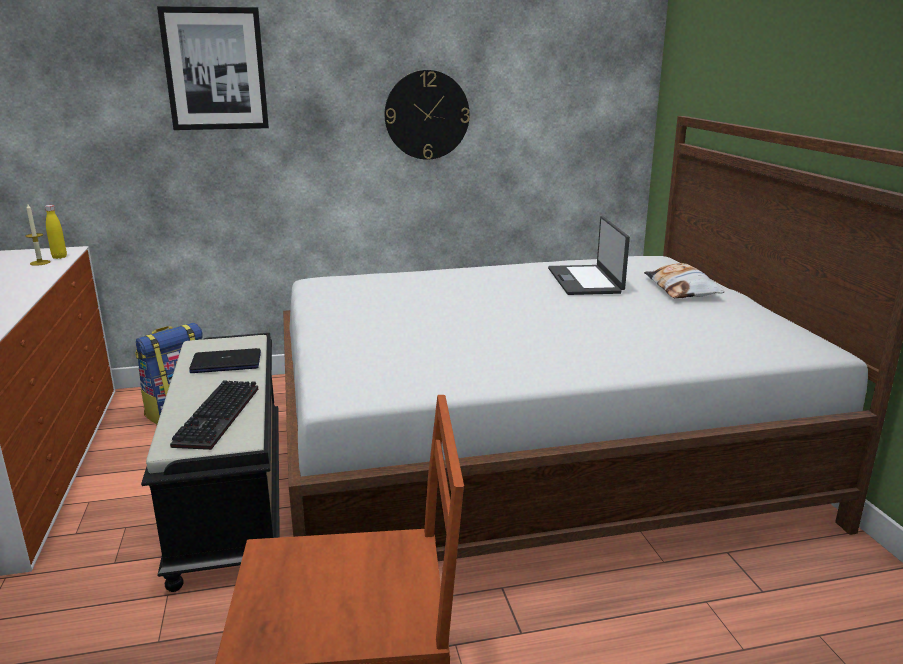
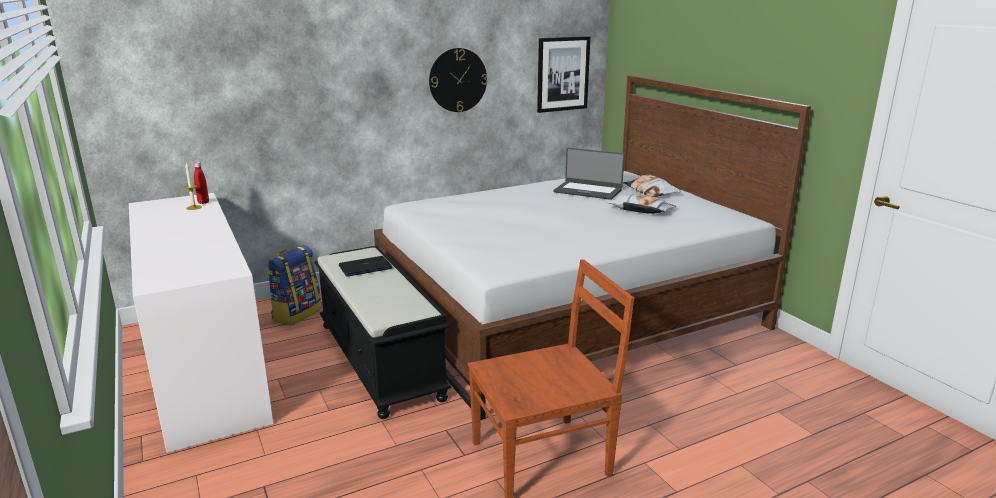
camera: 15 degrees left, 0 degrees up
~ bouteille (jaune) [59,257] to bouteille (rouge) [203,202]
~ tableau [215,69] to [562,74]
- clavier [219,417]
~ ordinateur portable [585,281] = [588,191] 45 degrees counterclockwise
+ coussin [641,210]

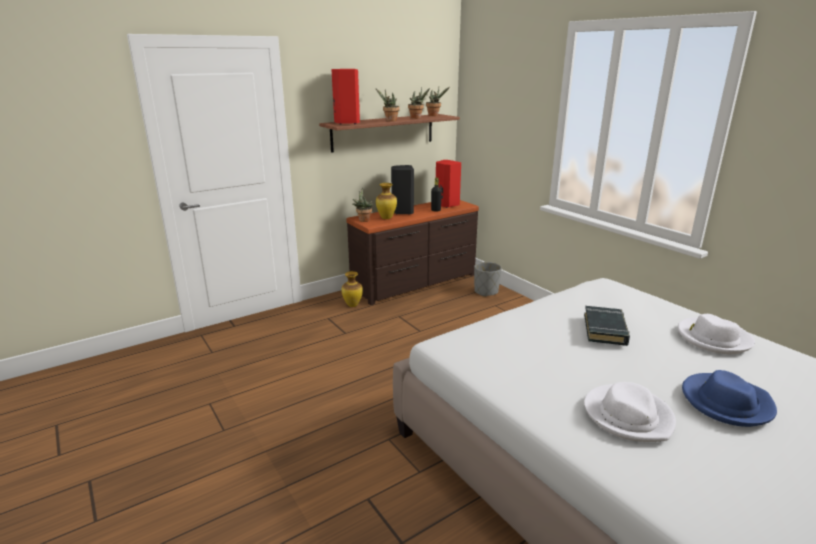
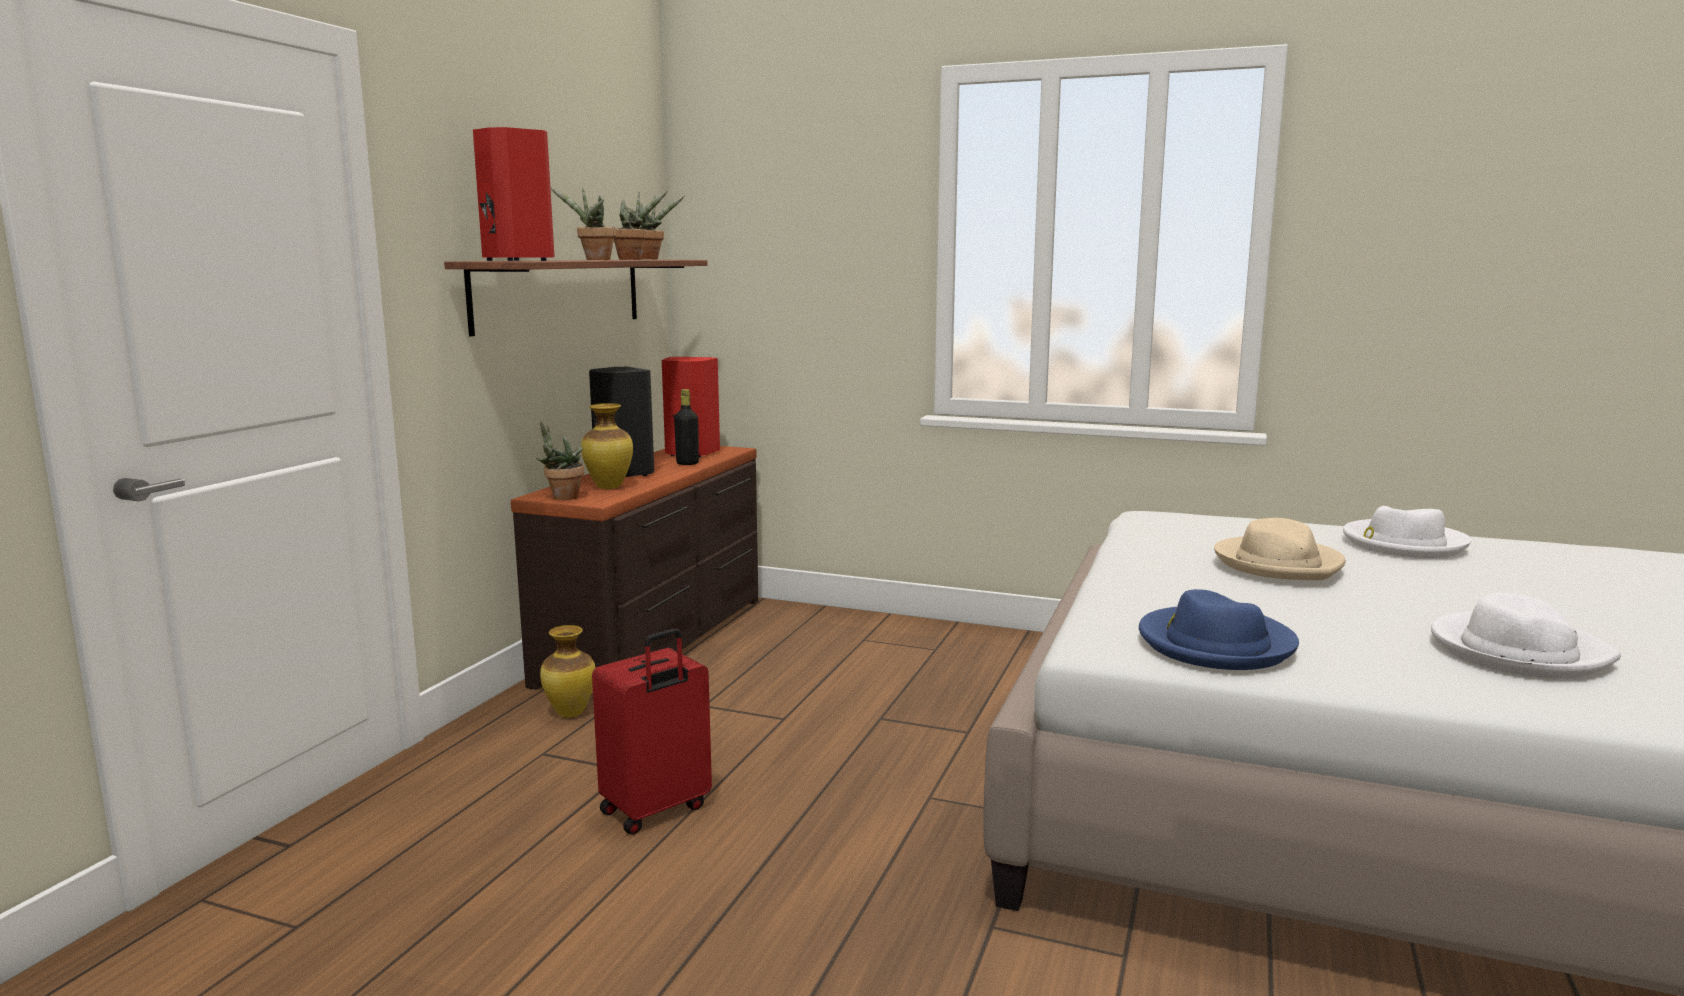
camera: 35 degrees left, 10 degrees down
- cache-pot (gris) [486,292]
~ livre (noir) [605,329] to chapeau (beige) [1278,563]
~ chapeau (bleu) [726,402] to [1215,644]
+ valise (rouge) [656,810]

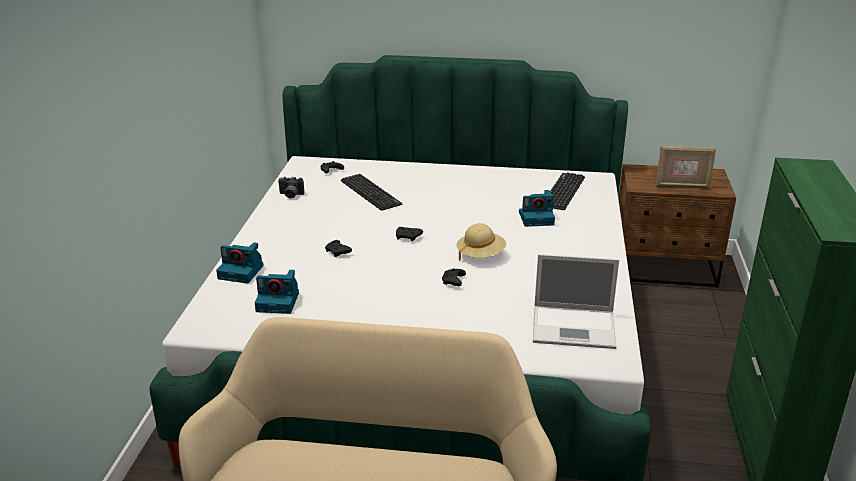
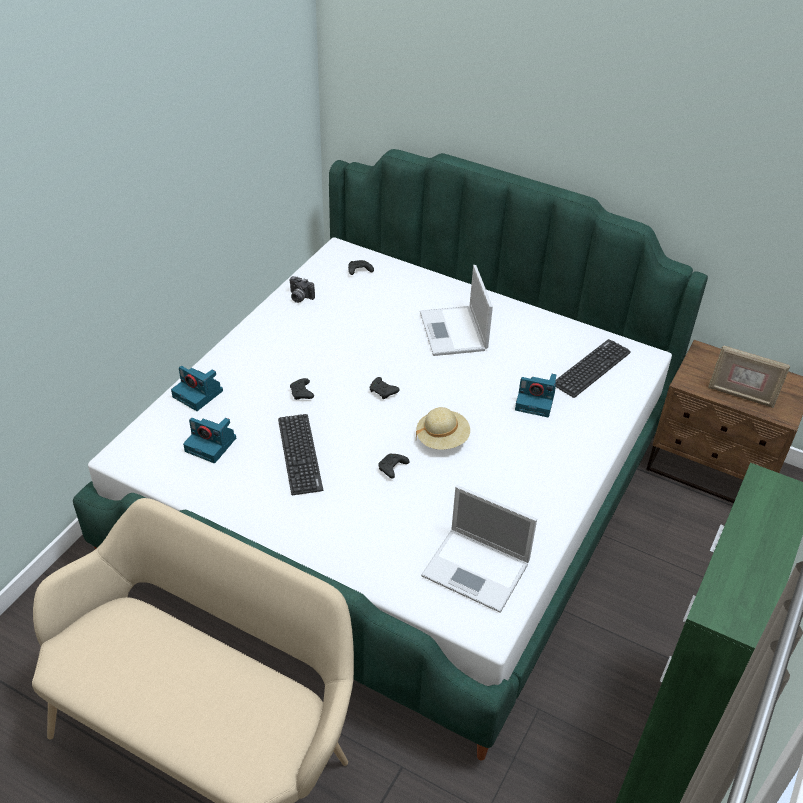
camera: 20 degrees right, 15 degrees up
~ clavier [370,193] to [300,454]
+ ordinateur portable [454,332]

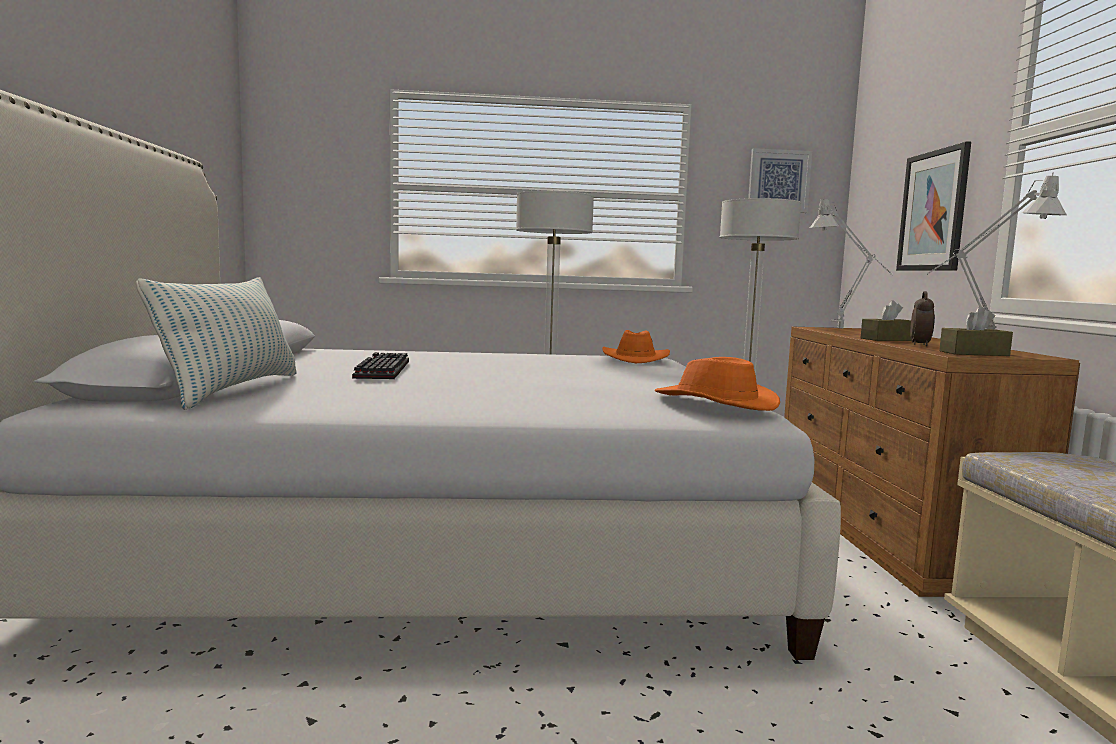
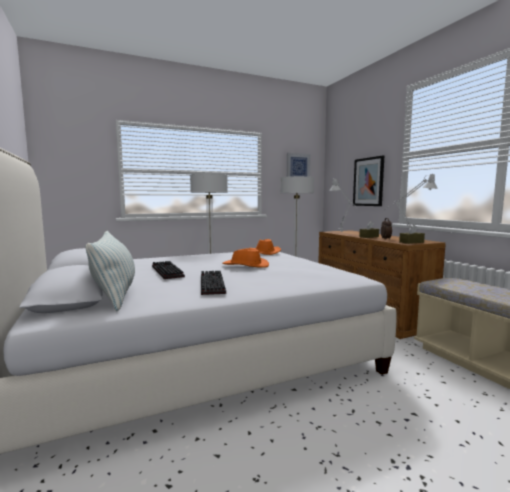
camera: 20 degrees left, 0 degrees up
~ chapeau (orange) [715,402] to [245,265]
+ clavier [210,284]

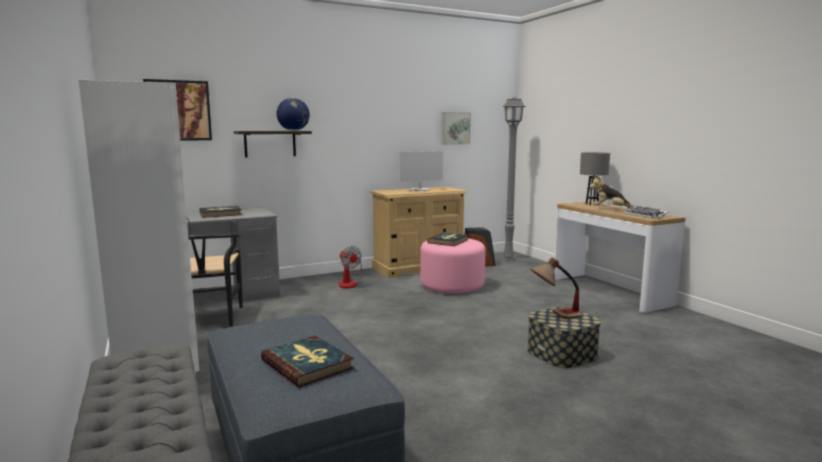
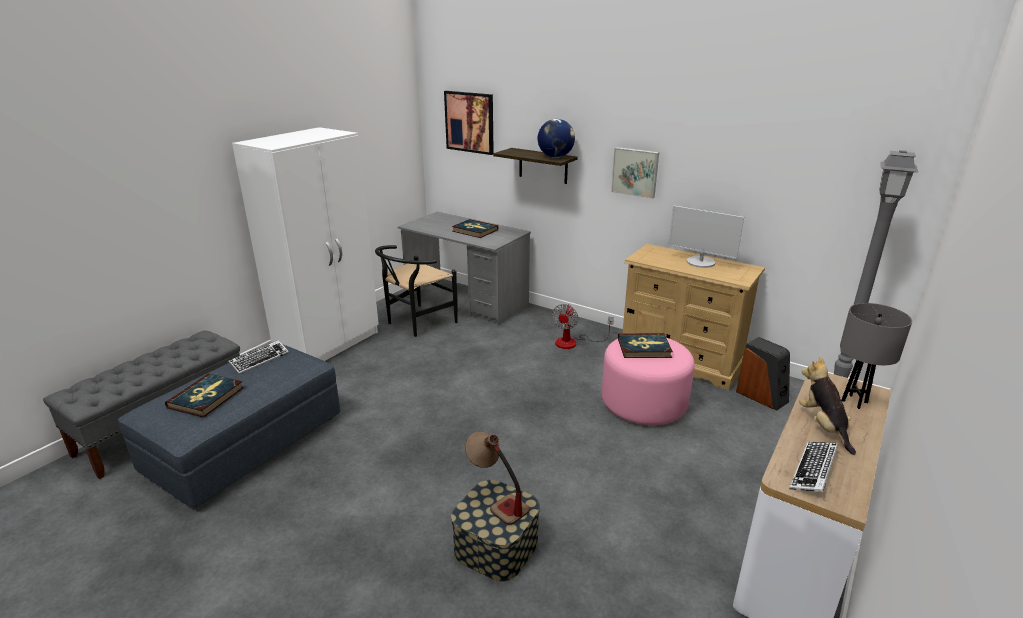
camera: 60 degrees right, 15 degrees up
~ tableau [455,128] to [635,172]
+ clavier [259,360]

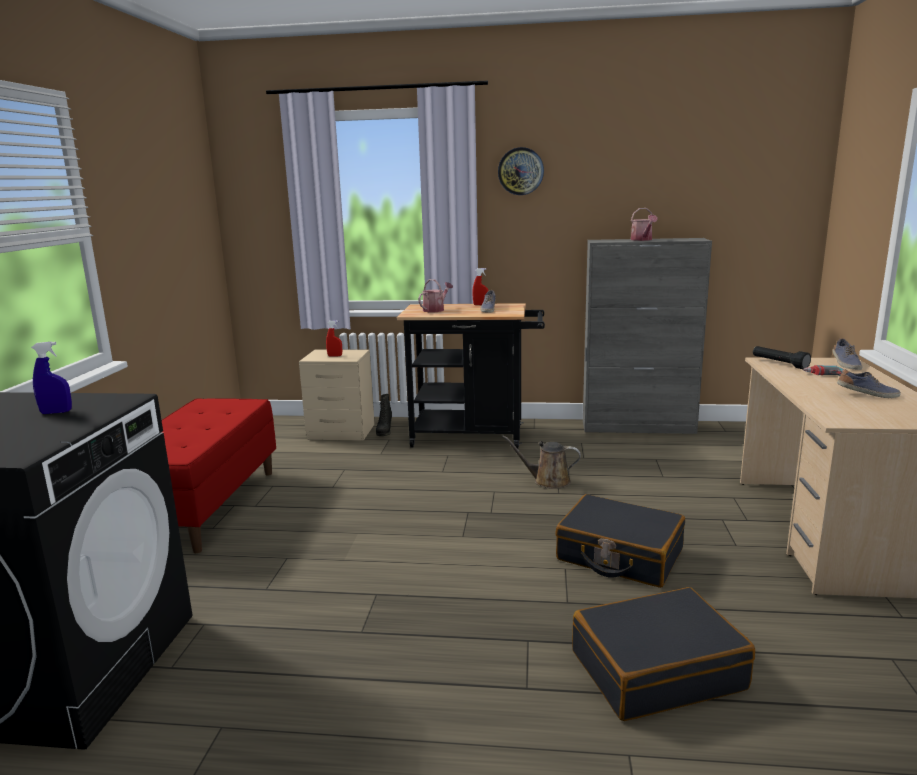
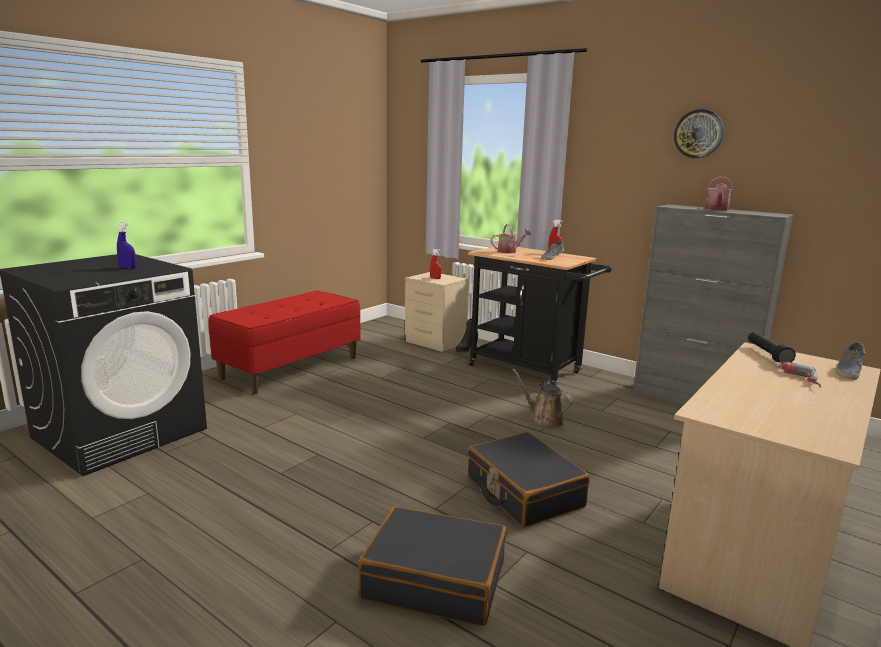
camera: 30 degrees right, 0 degrees up
~ horloge murale [520,171] to [698,134]
- chaussure [867,395]

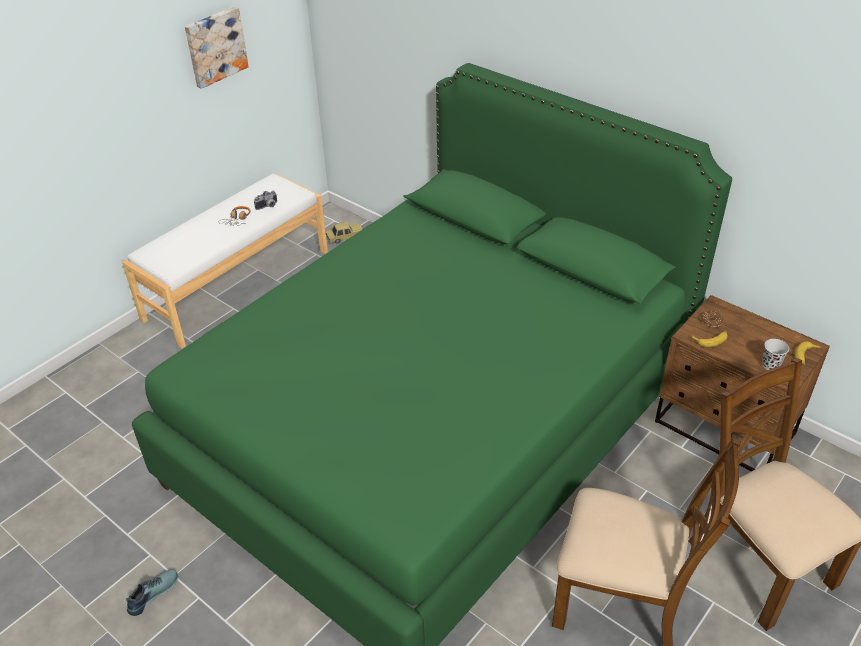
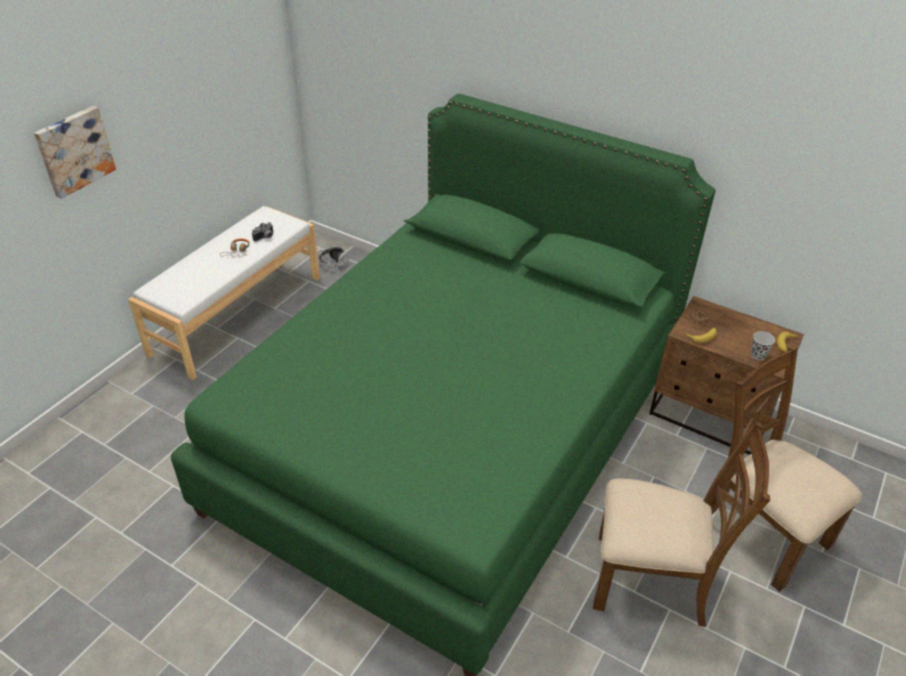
camera: 10 degrees left, 0 degrees up
- chaussure [152,593]
~ tableau [215,46] to [74,150]
~ petite voiture [344,237] to casque audio [333,263]

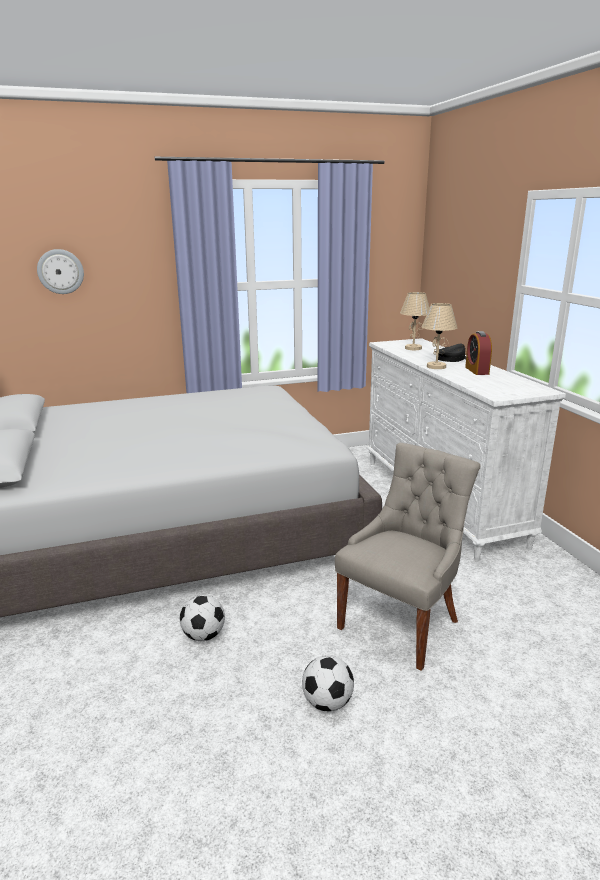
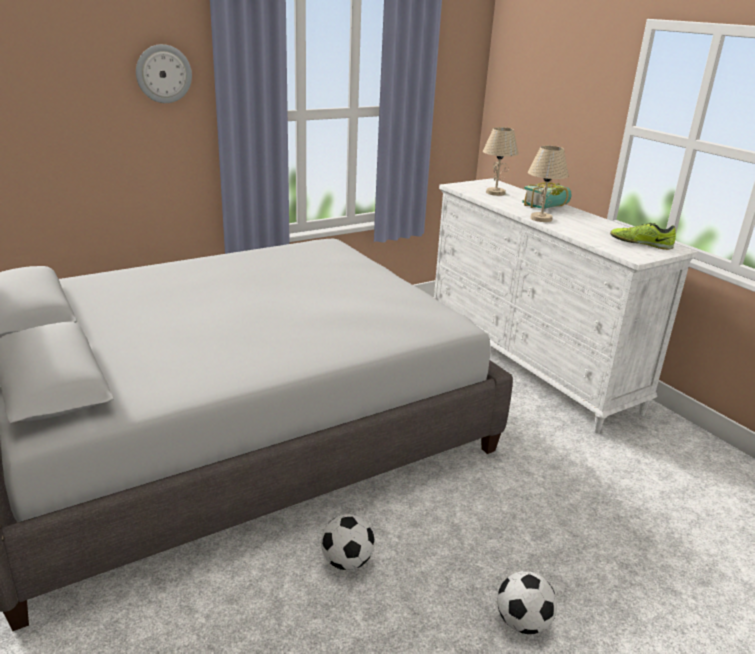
camera: 15 degrees left, 5 degrees up
~ horloge murale [60,271] to [163,74]
- chaise (gris) [401,623]
~ casquette (noir) [452,358] to livre [549,207]
- réveil [477,370]
+ chaussure [640,244]

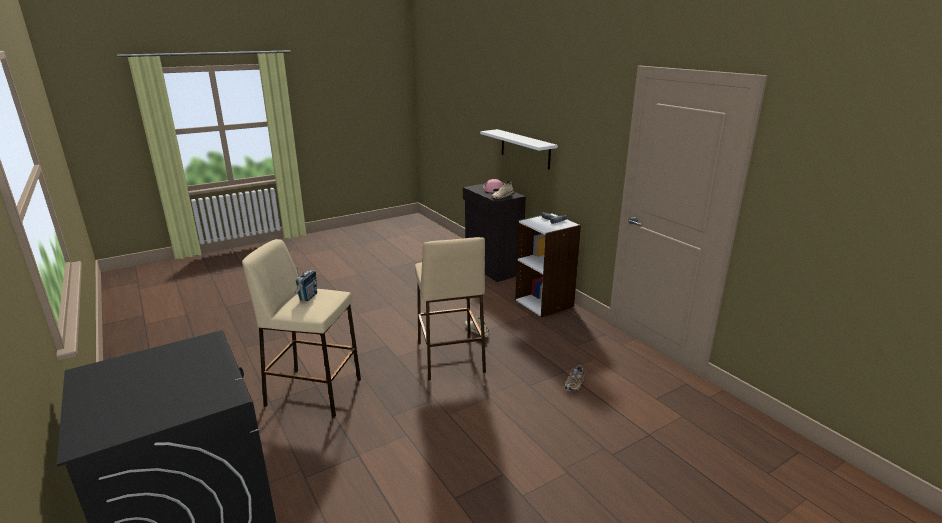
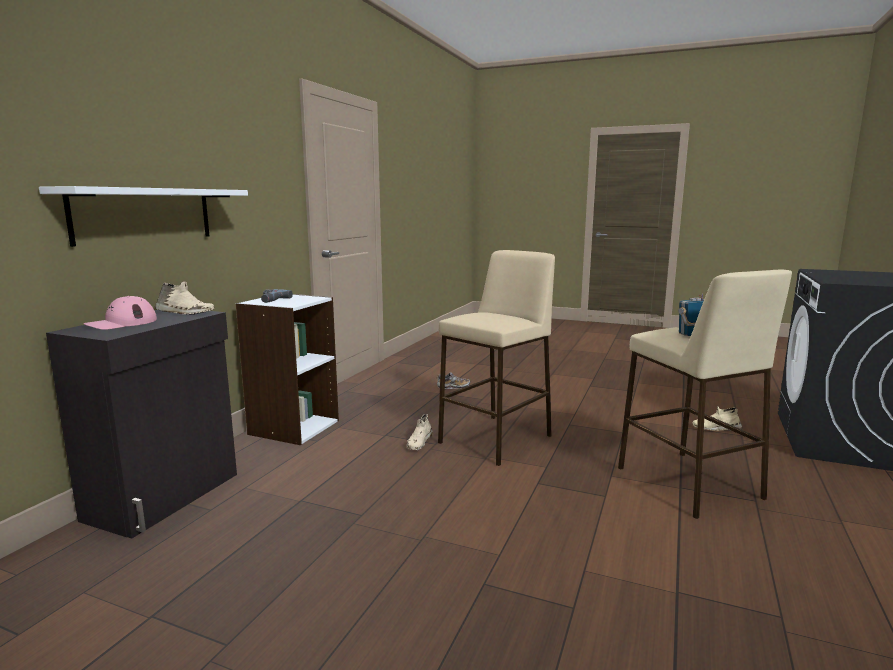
camera: 125 degrees left, 10 degrees down
+ chaussure (beige) [716,428]

